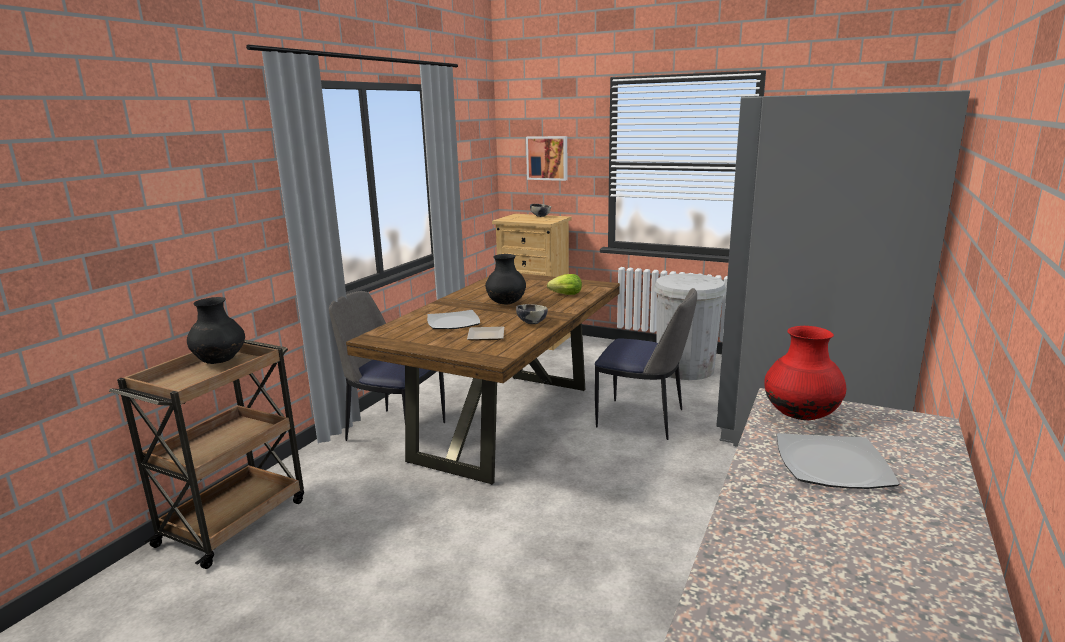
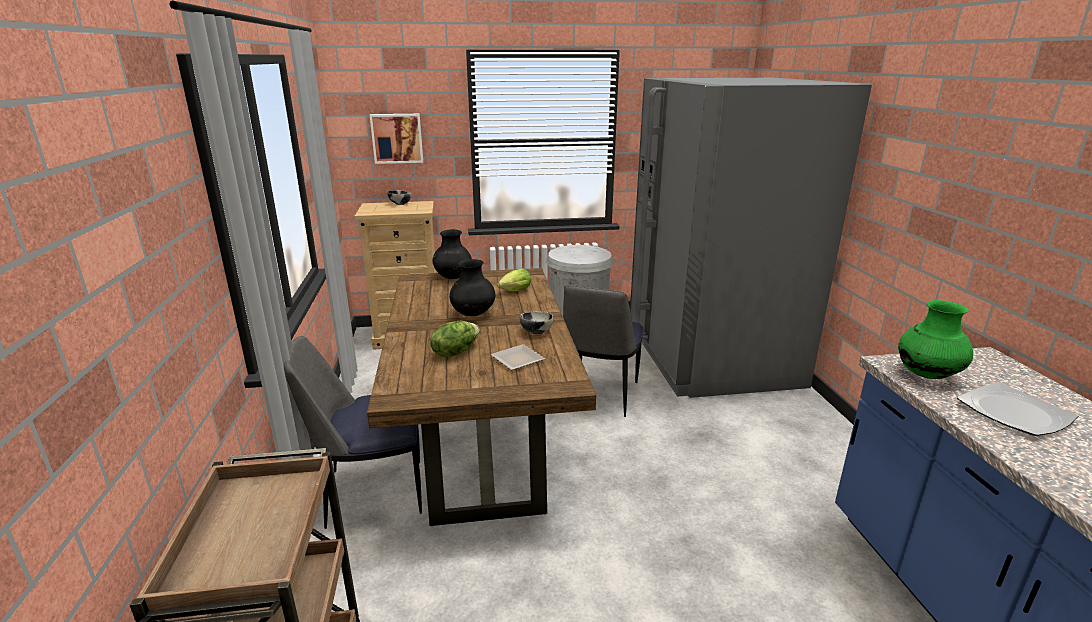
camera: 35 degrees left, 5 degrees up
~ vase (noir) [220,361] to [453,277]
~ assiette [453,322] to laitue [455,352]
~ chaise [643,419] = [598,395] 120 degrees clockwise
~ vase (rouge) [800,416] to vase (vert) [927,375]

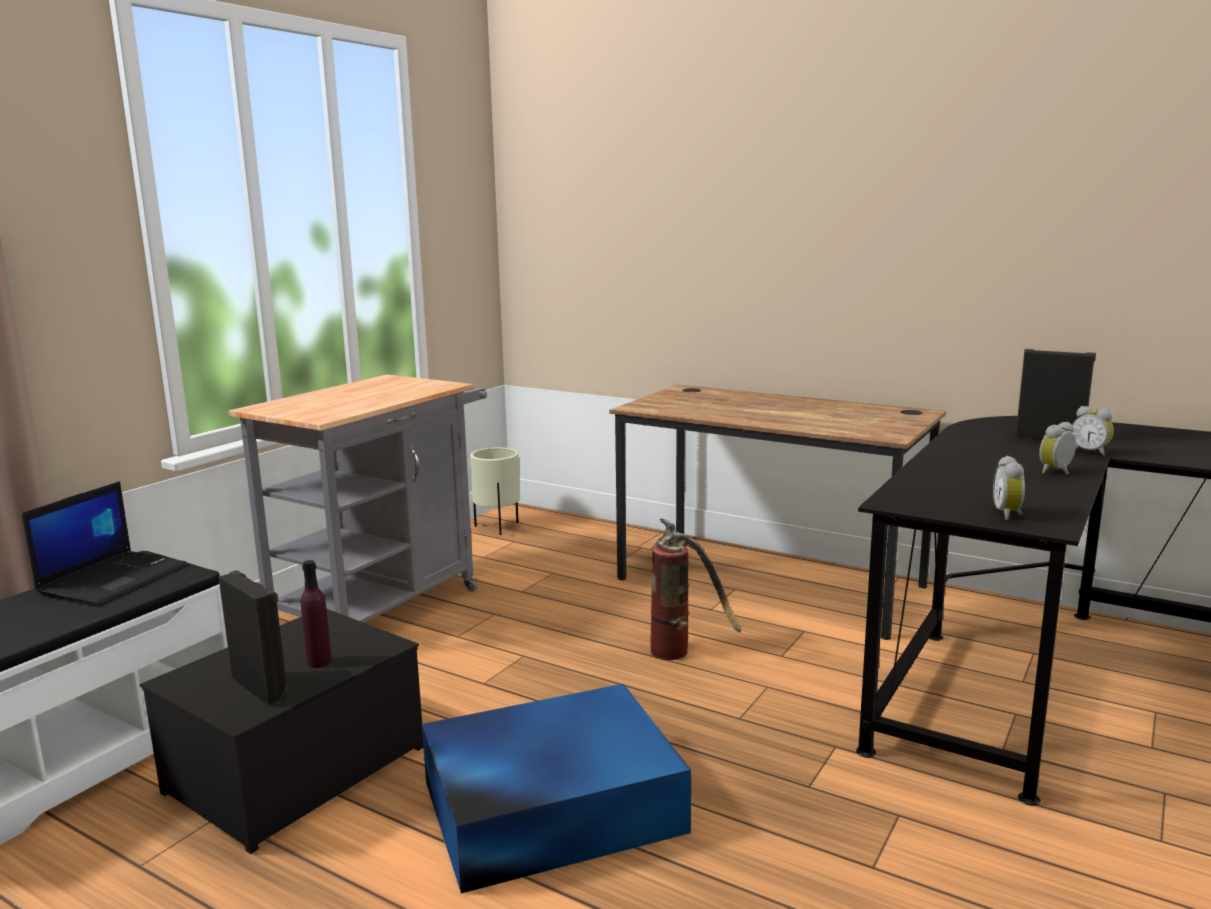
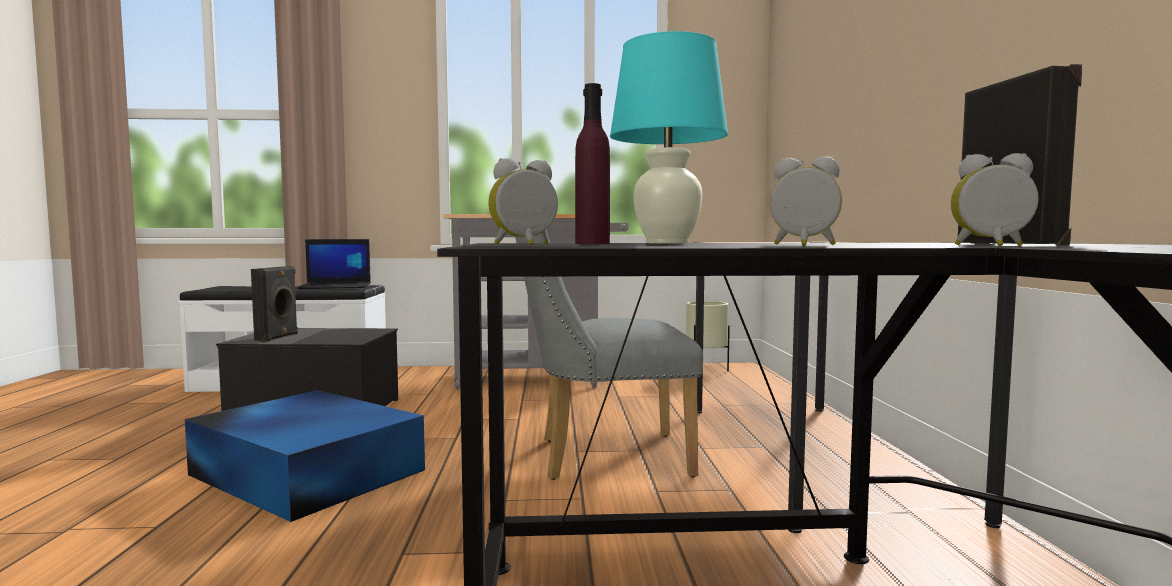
camera: 55 degrees right, 10 degrees down
~ bouteille (violet) [319,662] to [592,244]
~ extincteur [684,652] to chaise (gris) [600,457]
~ réveil [1090,452] = [992,245] 90 degrees clockwise
+ lampe de table (turquoise) [667,243]

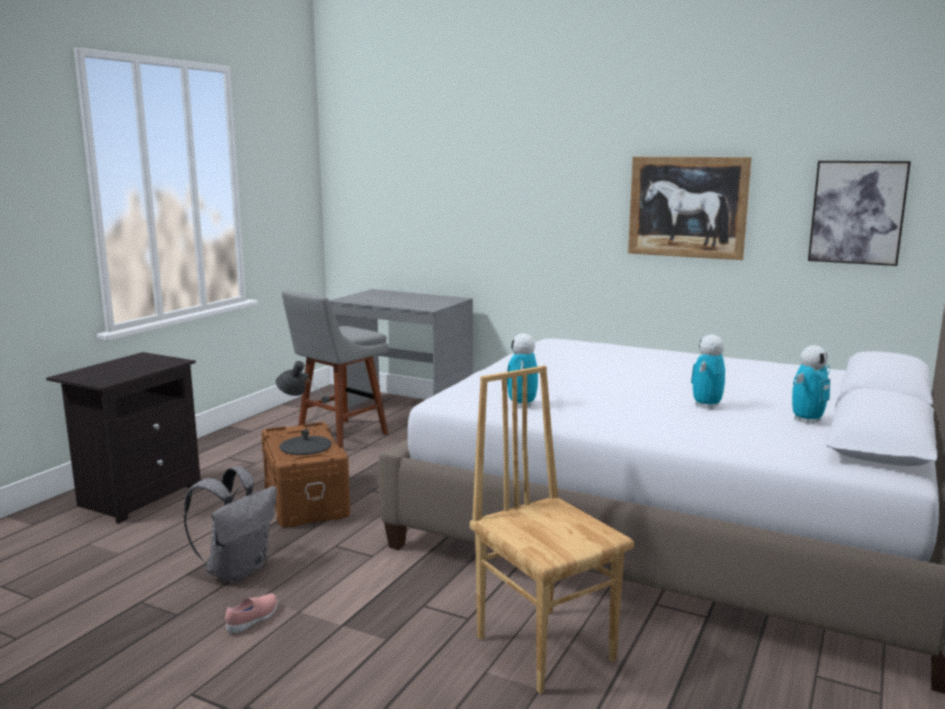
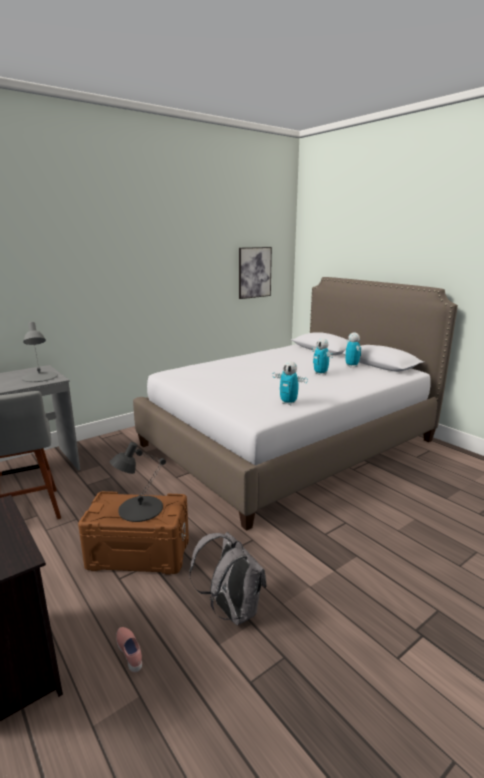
camera: 65 degrees left, 5 degrees up
~ chaussure (rose) [253,620] to [130,653]
- chaise (marron) [546,647]
- tableau [687,207]
+ lampe de table (gris) [39,377]

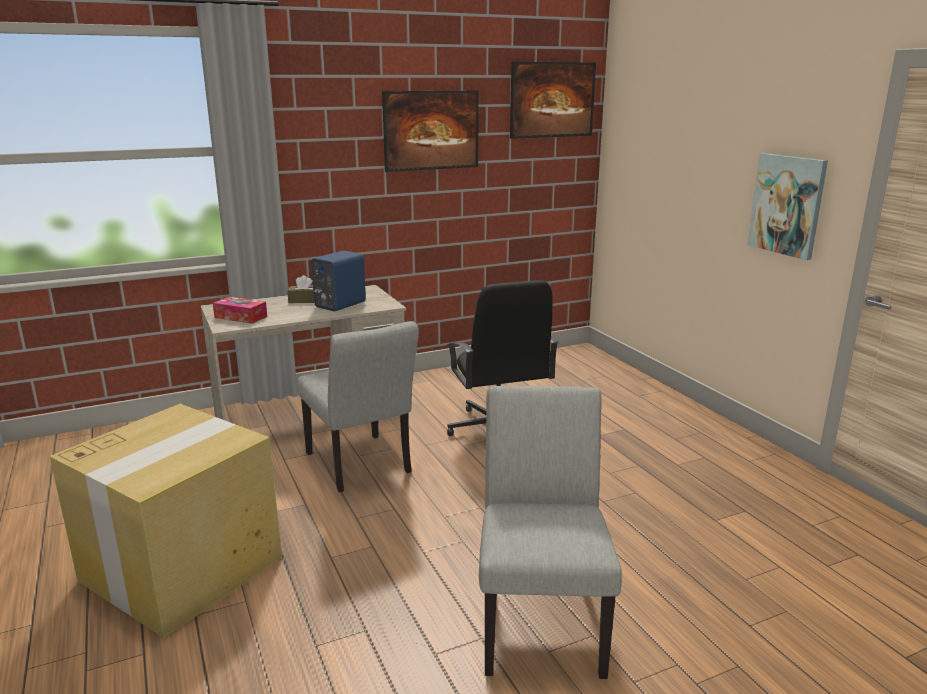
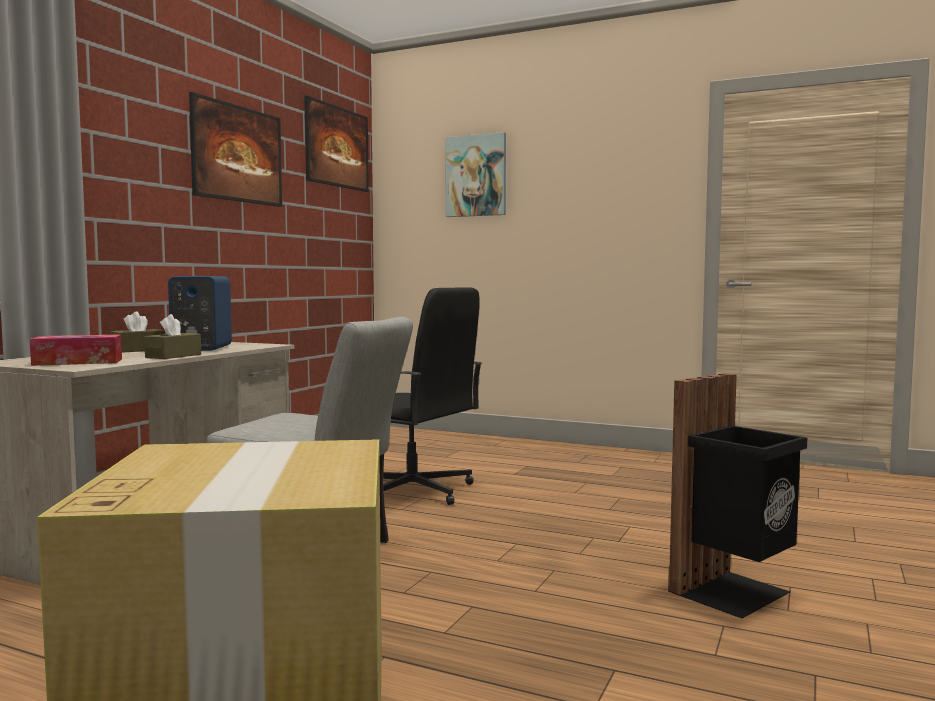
camera: 40 degrees left, 15 degrees down
~ chaise (gris) [541,619] to poubelle (noir) [735,593]
~ tableau [787,205] to [476,176]
+ boîte à mouchoirs (marron) [173,356]

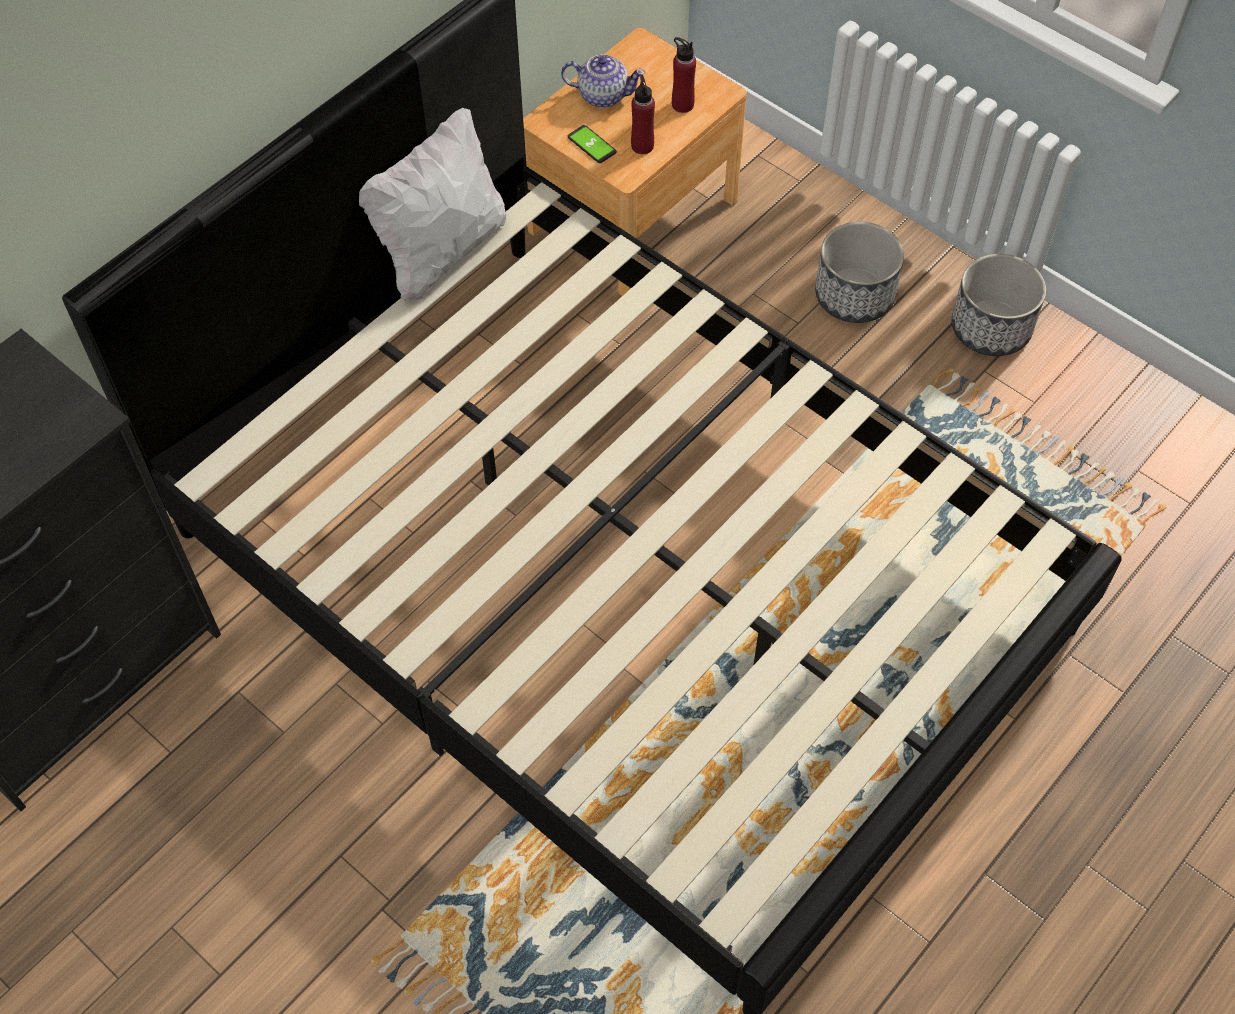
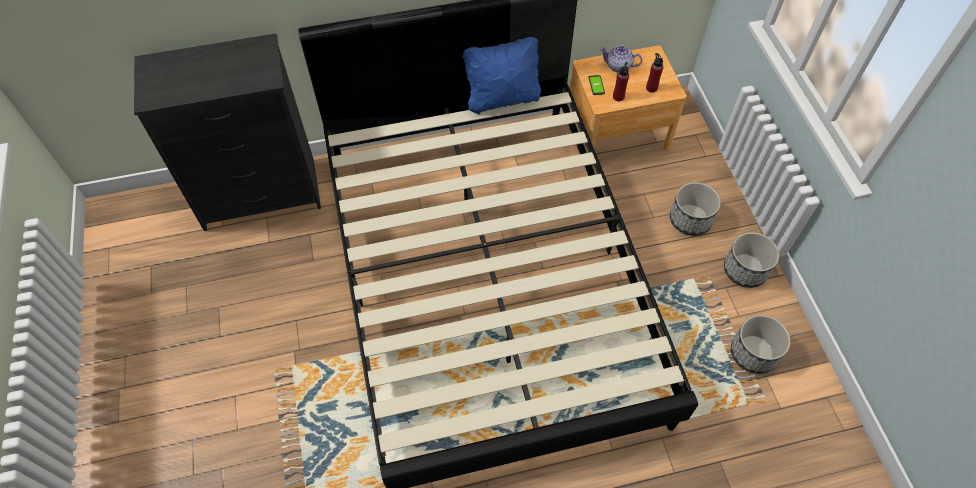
camera: 35 degrees right, 0 degrees up
~ coussin (blanc) [441,252] to coussin (bleu) [502,99]
~ théière [602,95] = [619,66] 150 degrees clockwise
+ cache-pot [753,353]

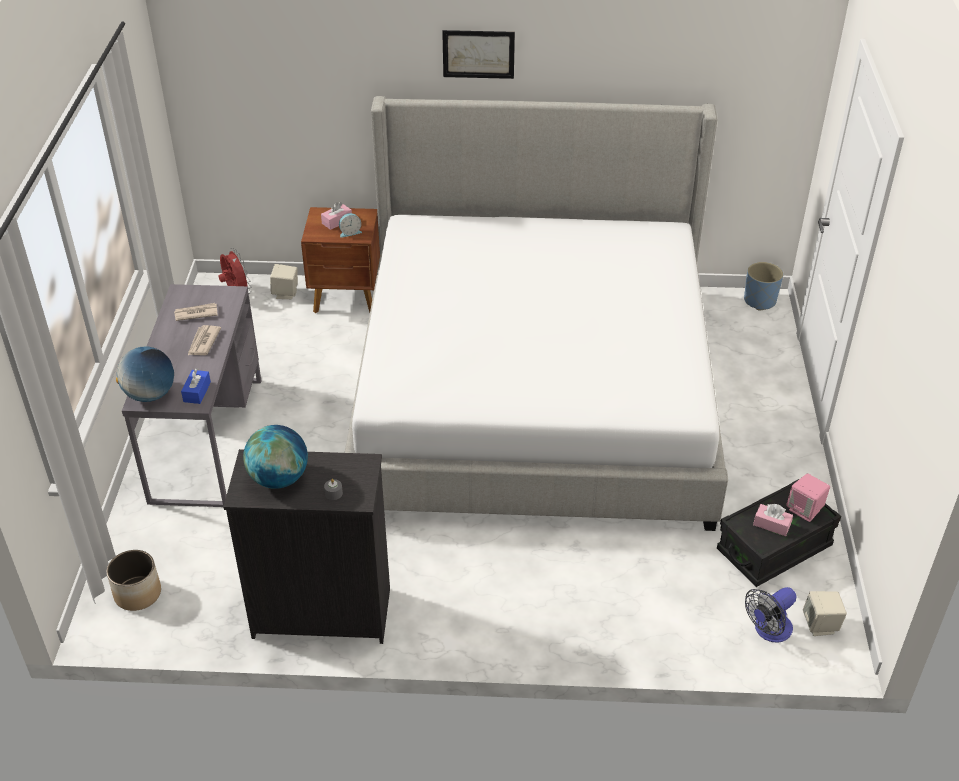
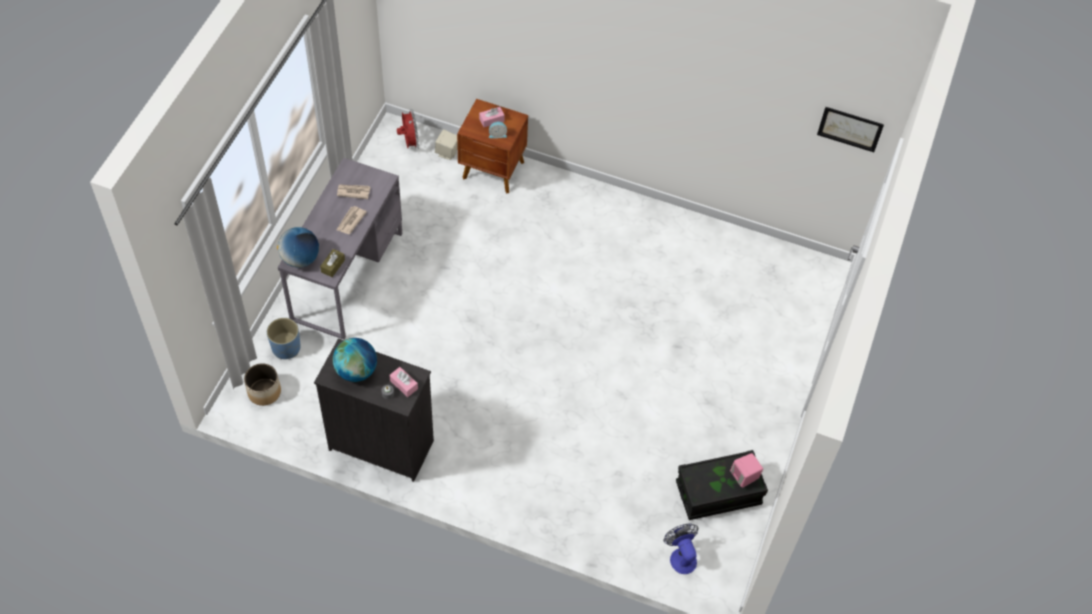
camera: 15 degrees right, 15 degrees up
~ boîte à mouchoirs (bleu) [197,392] to boîte à mouchoirs (marron) [333,266]
- lit [534,394]
~ tableau [478,54] to [850,129]
~ cache-pot (bleu) [759,301] to [286,347]
~ ventilateur [768,631] = [681,556] 90 degrees clockwise
~ boîte à mouchoirs (rose) [771,525] to [404,384]
- enceinte (beige) [820,625]

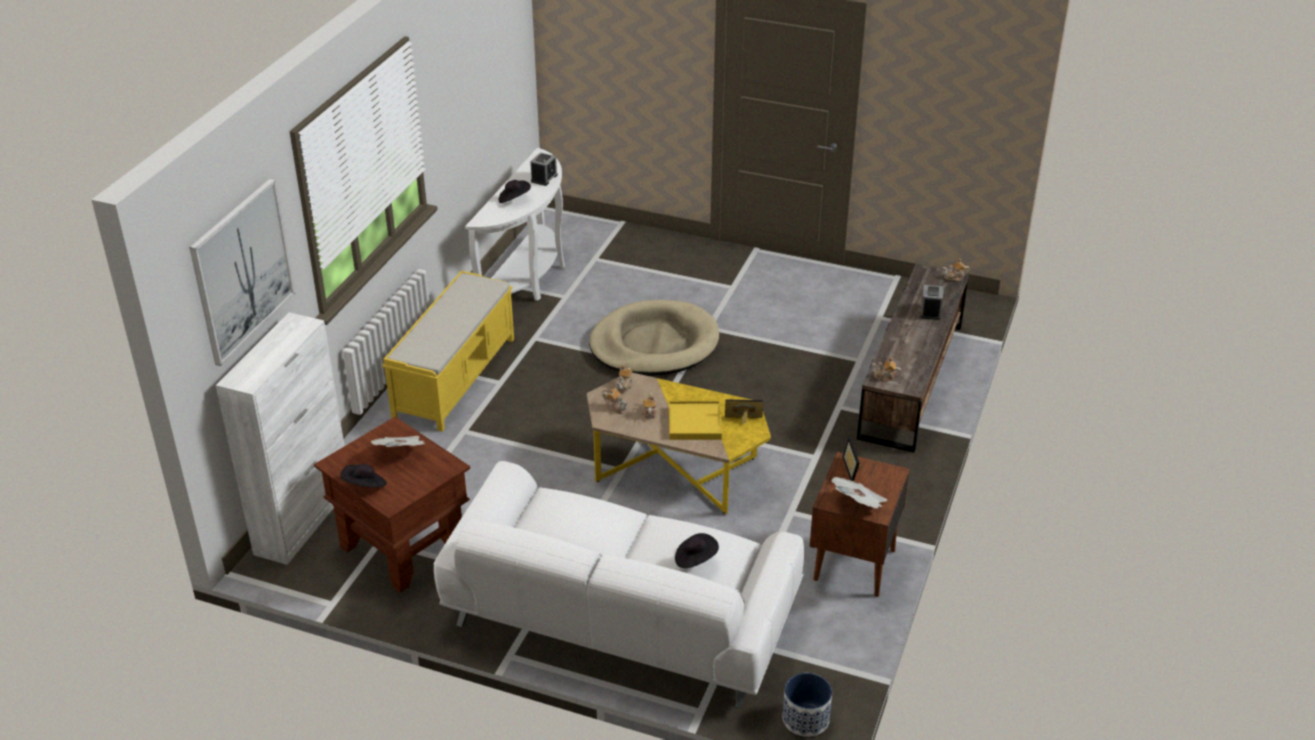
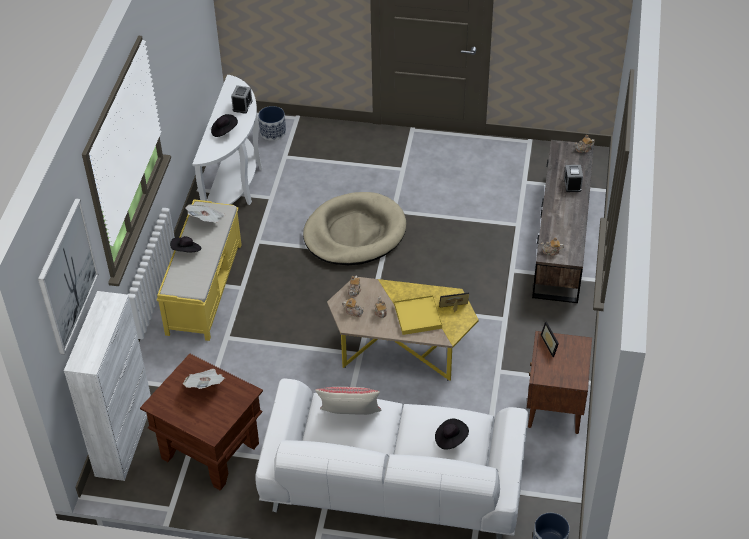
camera: 10 degrees left, 10 degrees up
~ chapeau (noir) [365,486] to [186,251]
~ journal [859,504] to [207,220]
+ cache-pot [273,132]
+ coussin (beige) [349,417]

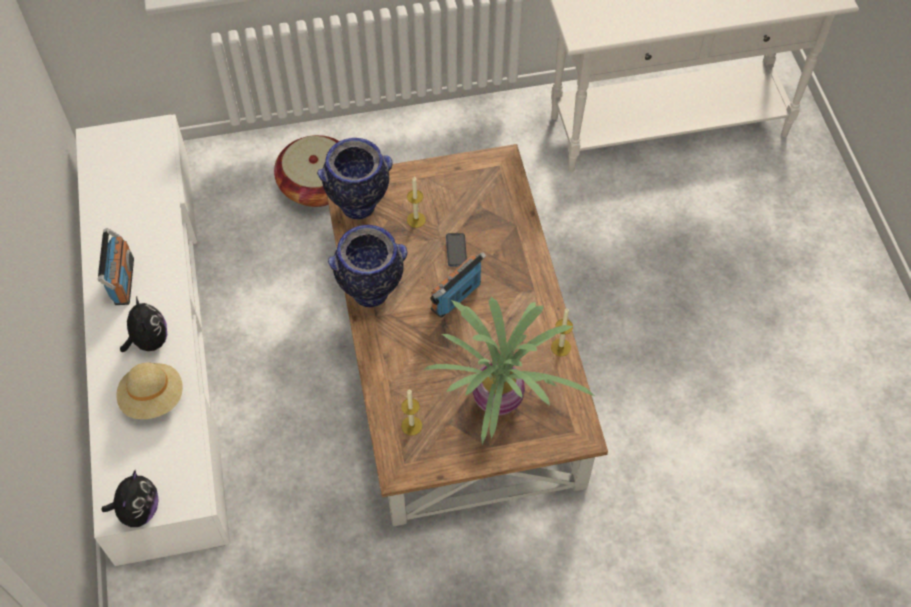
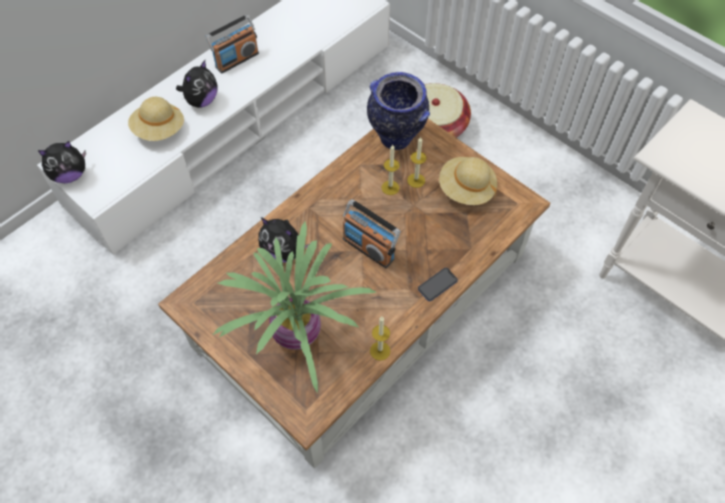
camera: 55 degrees right, 0 degrees up
- vase [371,293]
~ bougie [411,426] to [390,187]
~ radio [456,296] = [369,248] 150 degrees counterclockwise
~ téléphone [456,250] to [437,285]
+ peluche [283,252]
+ chapeau (beige) [466,189]

